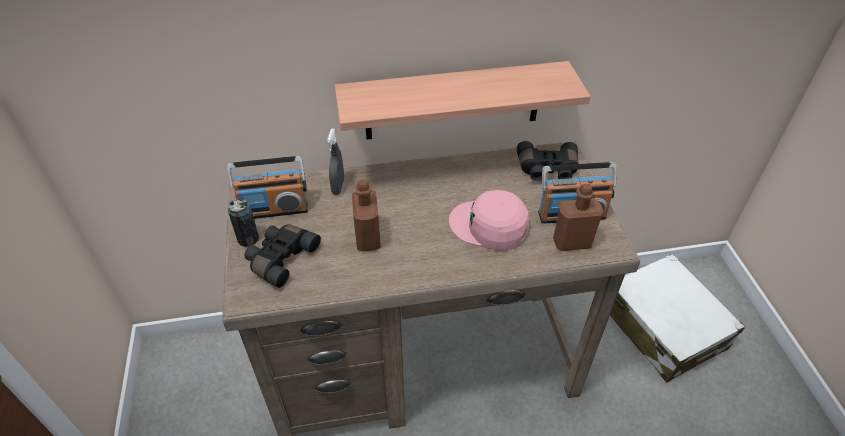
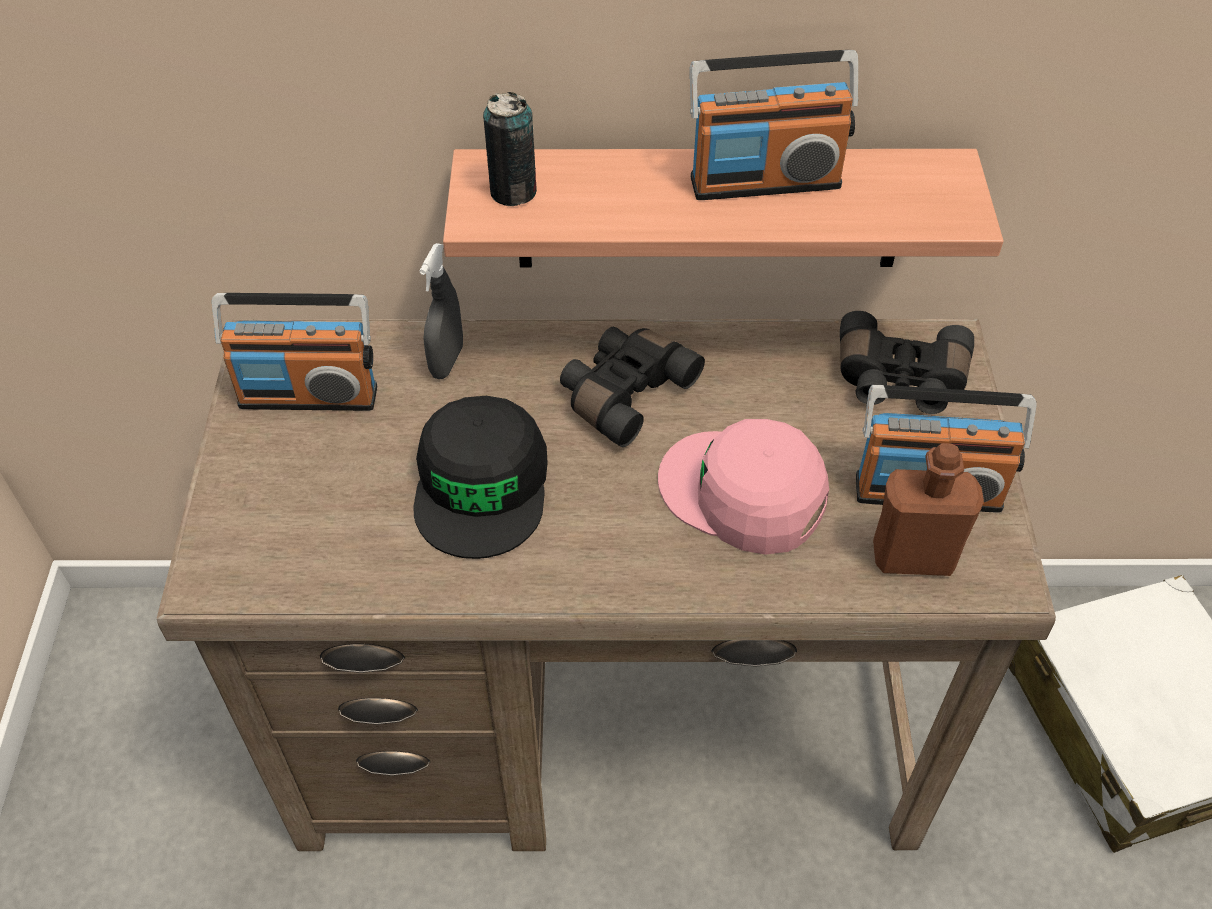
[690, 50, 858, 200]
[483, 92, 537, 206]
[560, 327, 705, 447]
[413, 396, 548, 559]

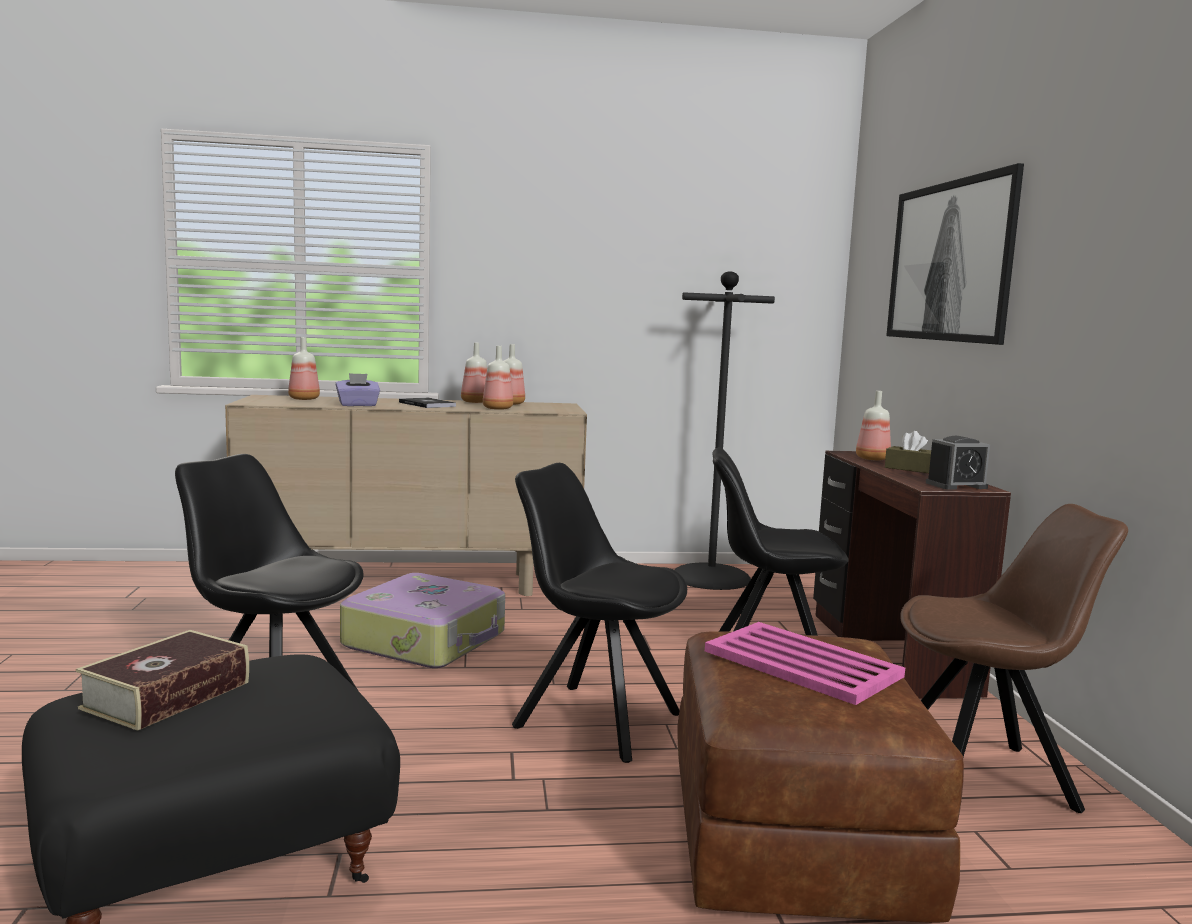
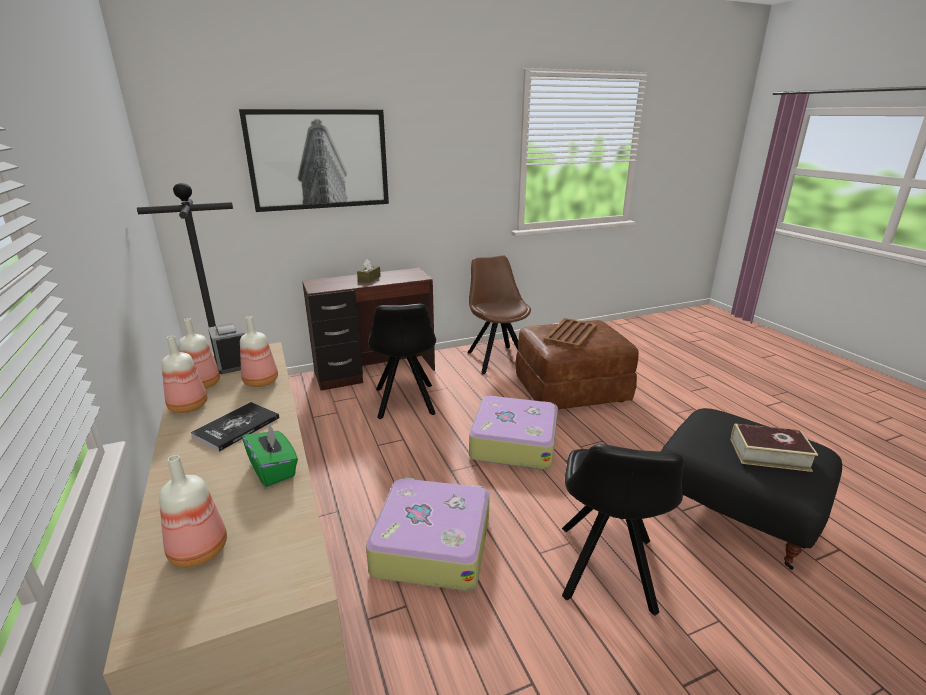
[856, 391, 891, 461] (first image)
[208, 322, 245, 374]
[469, 396, 558, 470]
[242, 424, 298, 487]
[544, 318, 597, 349]

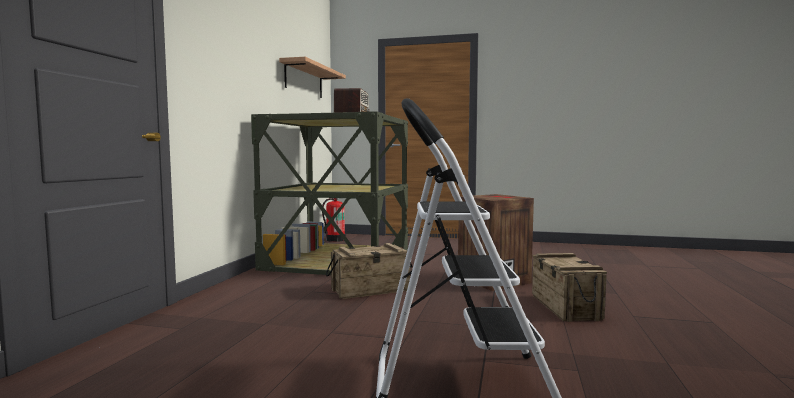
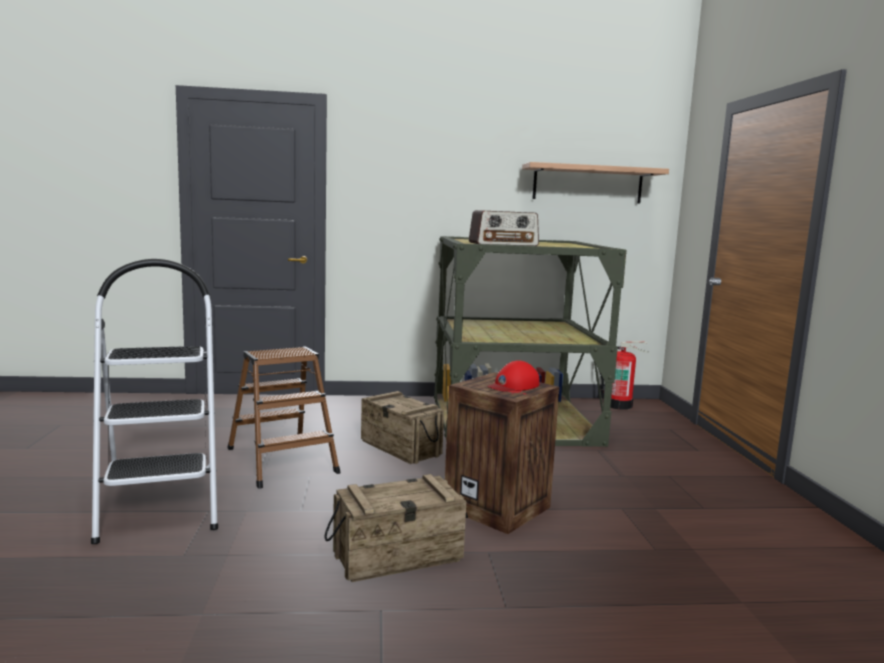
[227, 346, 341, 489]
[487, 360, 540, 392]

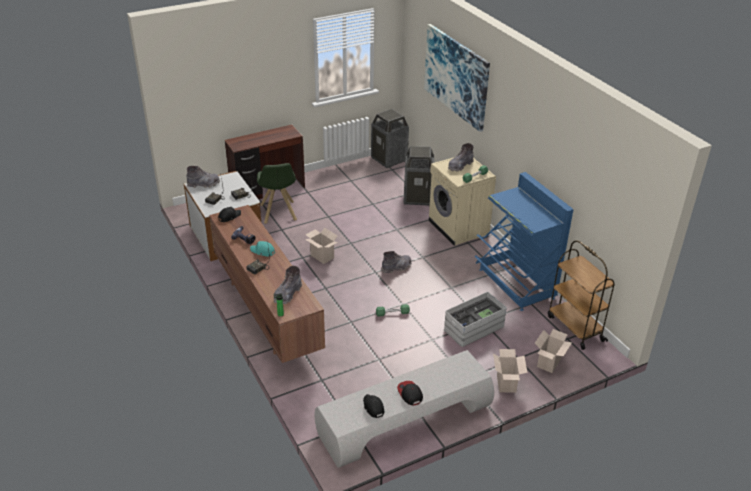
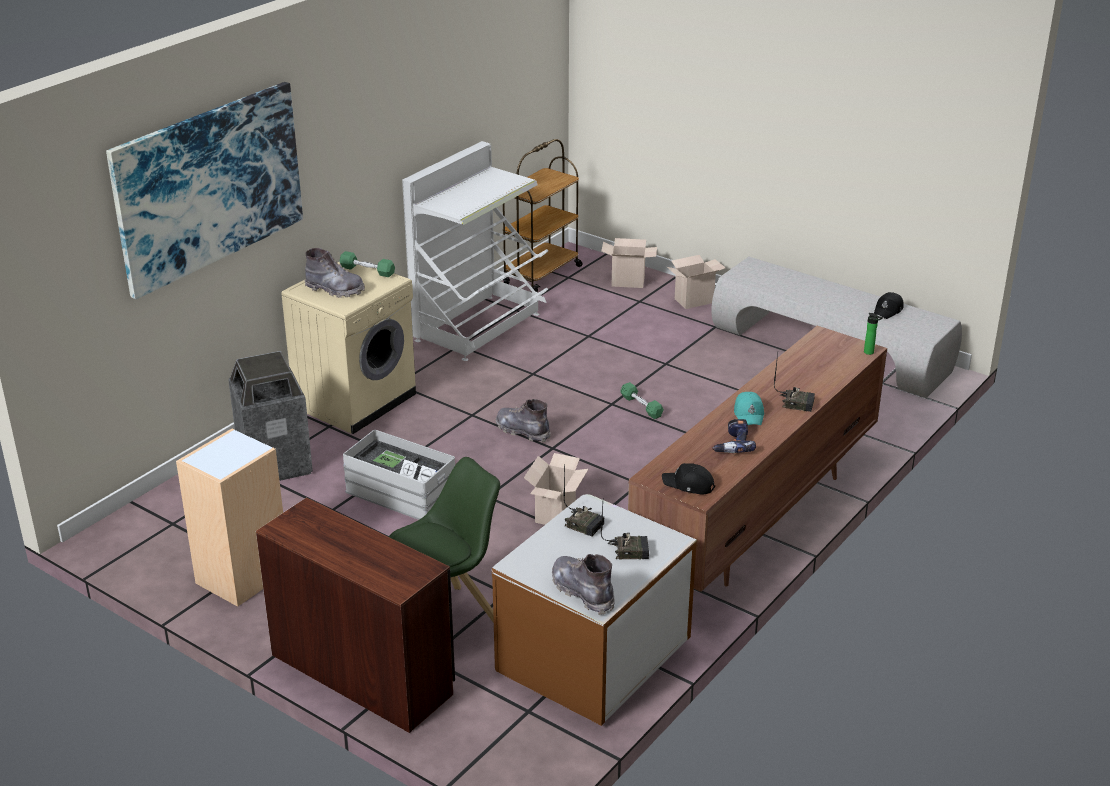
[274, 266, 302, 304] (first image)
[371, 109, 409, 168] (first image)
[397, 381, 423, 405] (first image)
[176, 429, 283, 607]
[343, 430, 455, 520]
[402, 141, 548, 361]

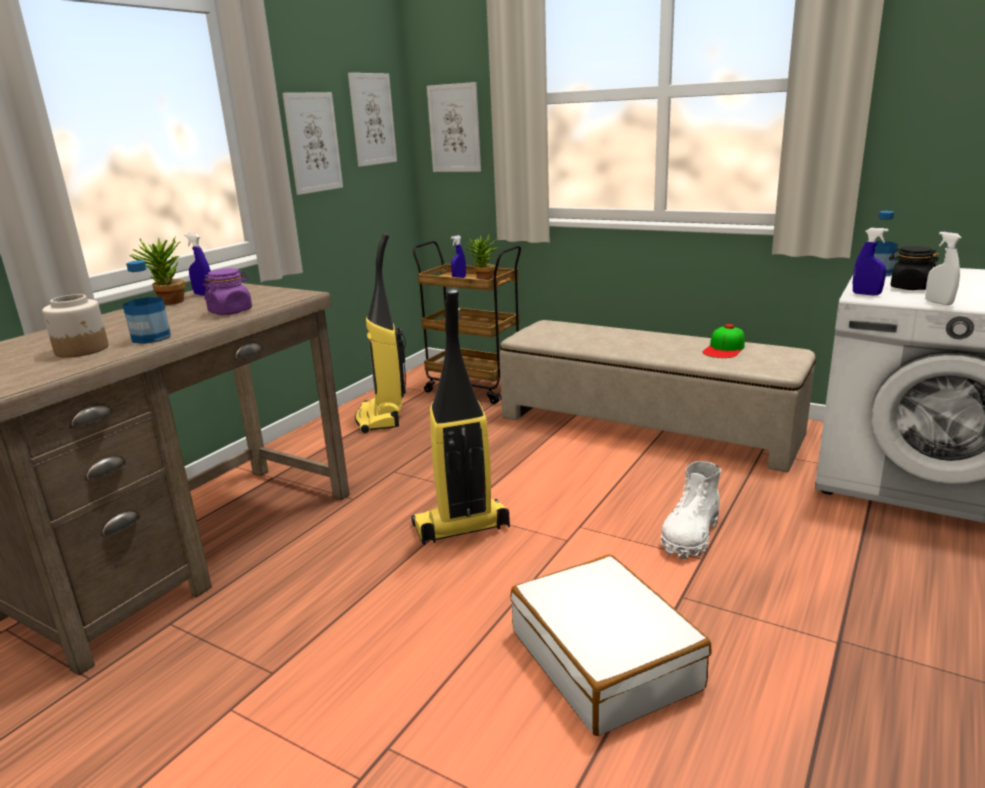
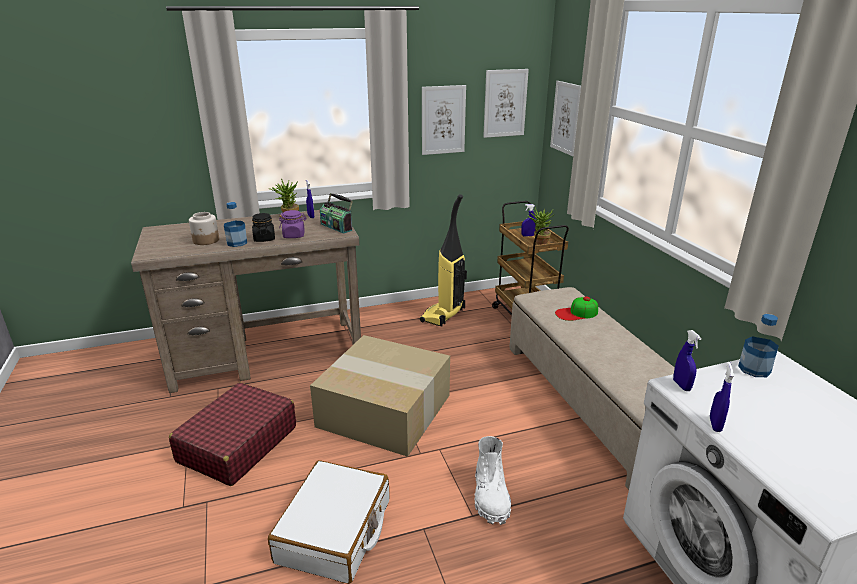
[169, 382, 296, 486]
[320, 193, 353, 234]
[555, 296, 598, 321]
[252, 213, 275, 242]
[310, 335, 450, 457]
[710, 362, 734, 432]
[474, 436, 511, 525]

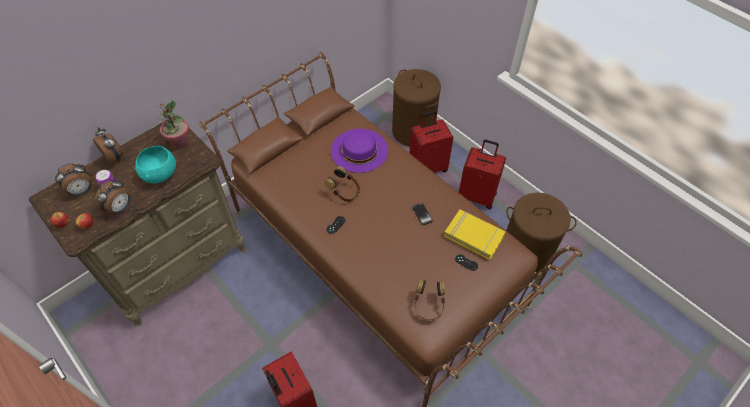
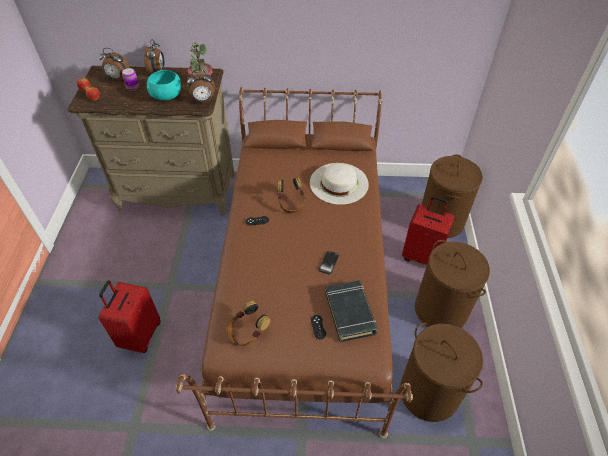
[187, 70, 215, 103]
[415, 240, 490, 328]
[310, 163, 369, 205]
[325, 280, 378, 342]

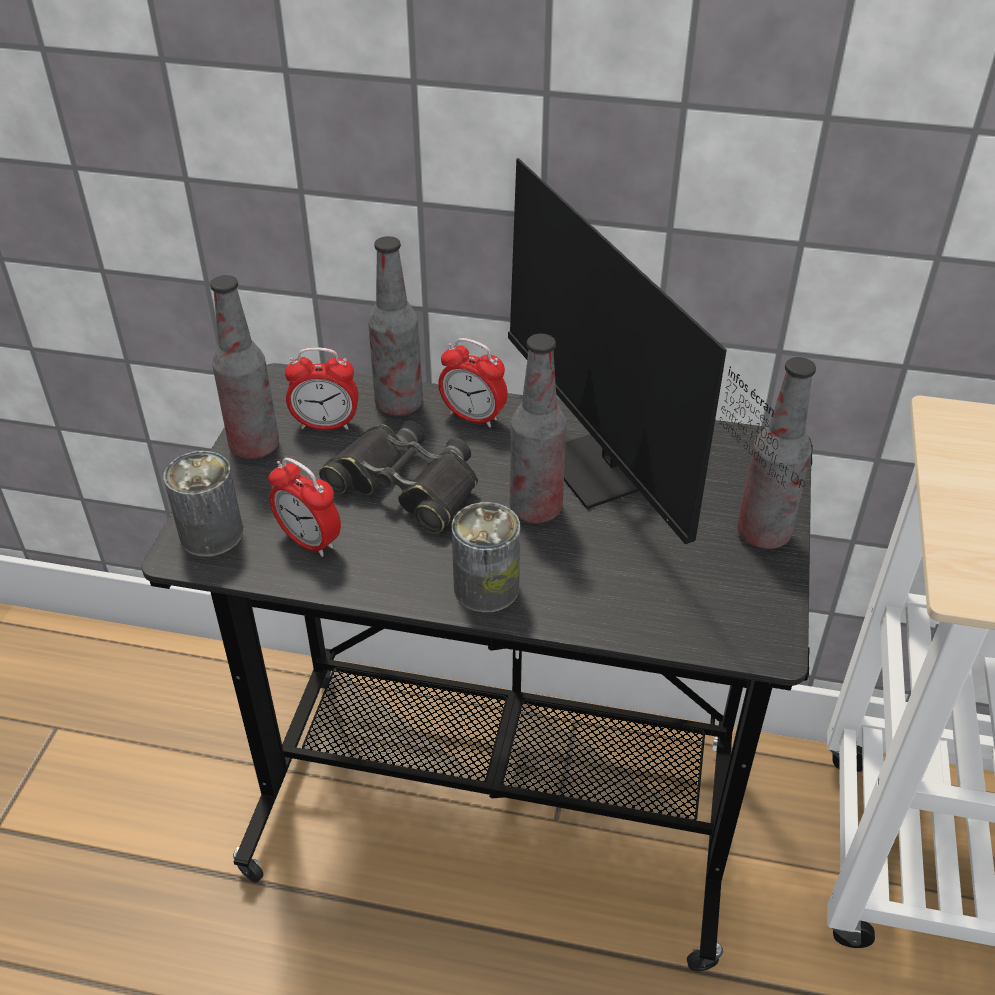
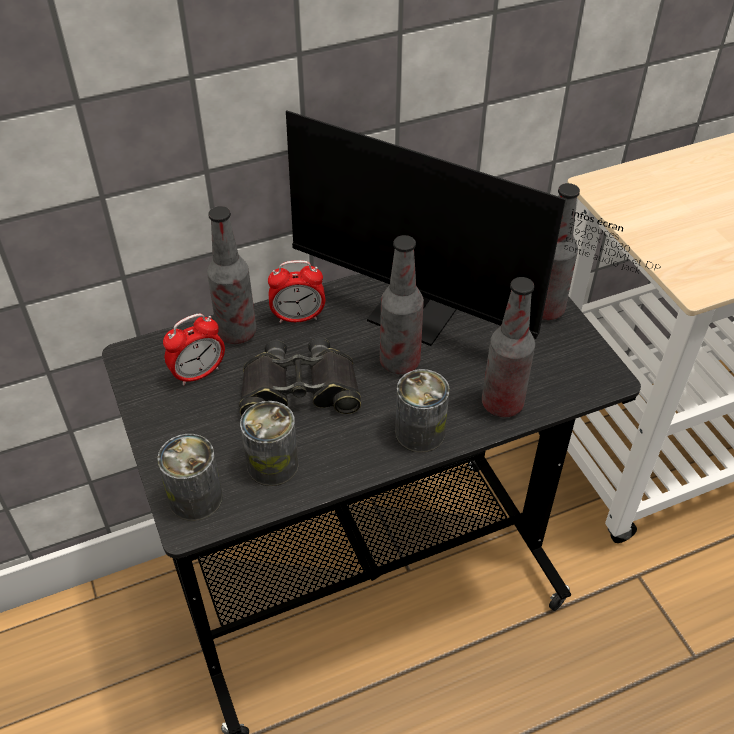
[482, 277, 535, 417]
[240, 401, 299, 486]

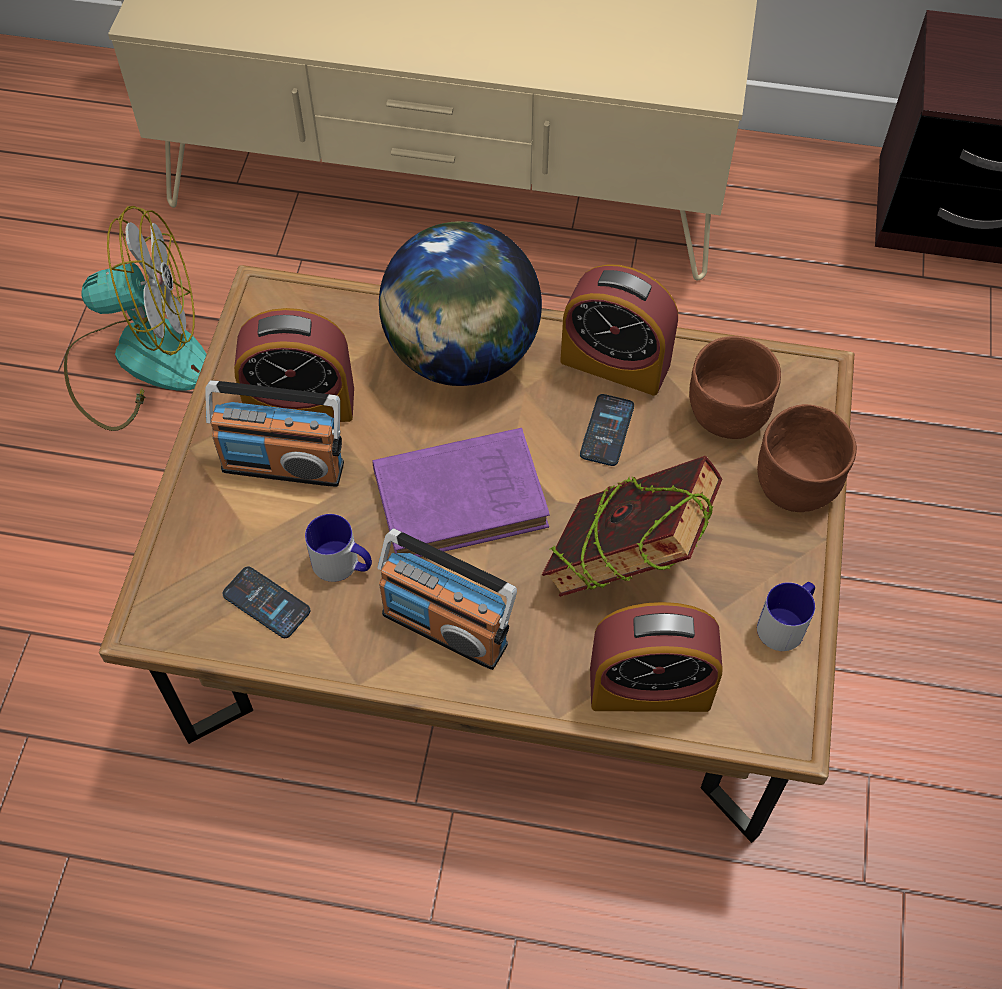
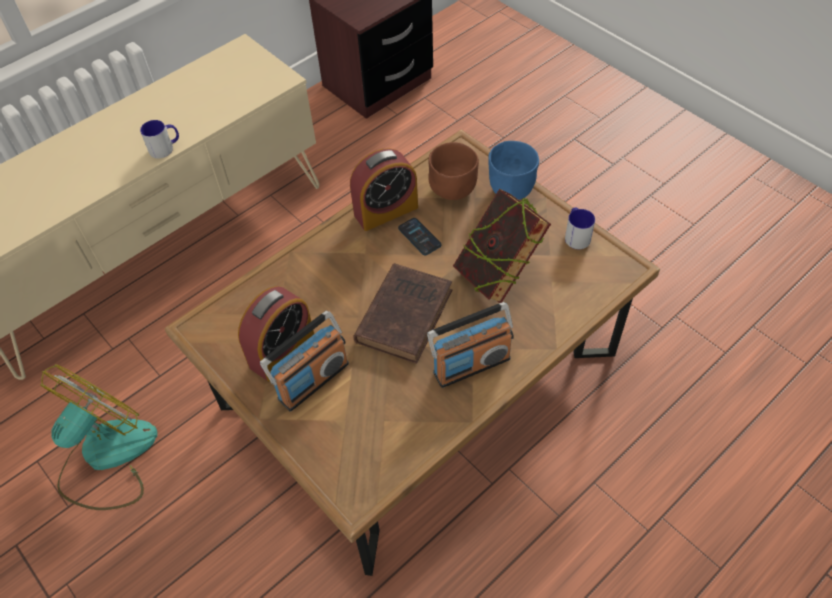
[222, 566, 311, 638] (first image)
[379, 221, 542, 386] (first image)
[590, 602, 722, 712] (first image)
[140, 120, 179, 158]
[353, 263, 452, 364]
[488, 141, 539, 200]

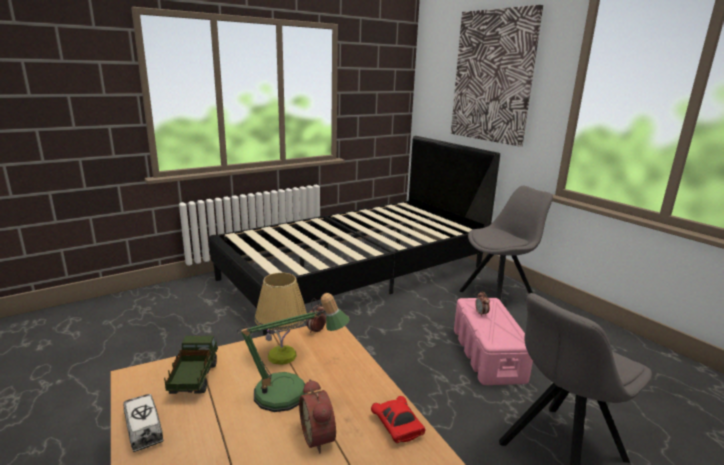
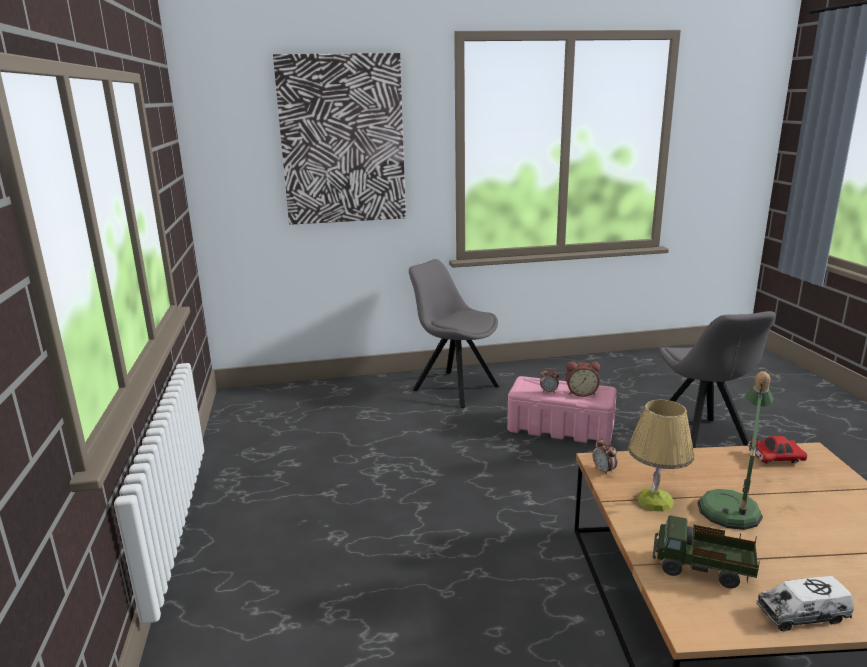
[209, 136, 500, 335] (first image)
[565, 361, 600, 397]
[409, 259, 499, 408]

